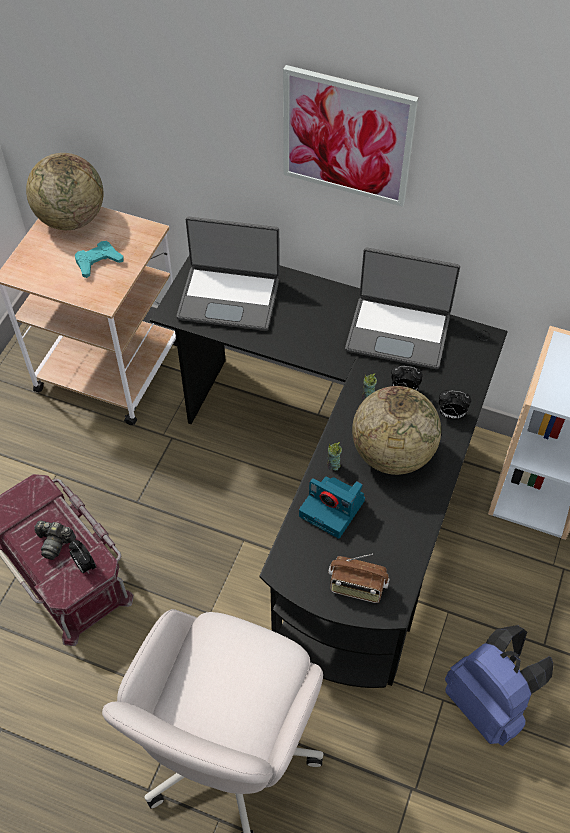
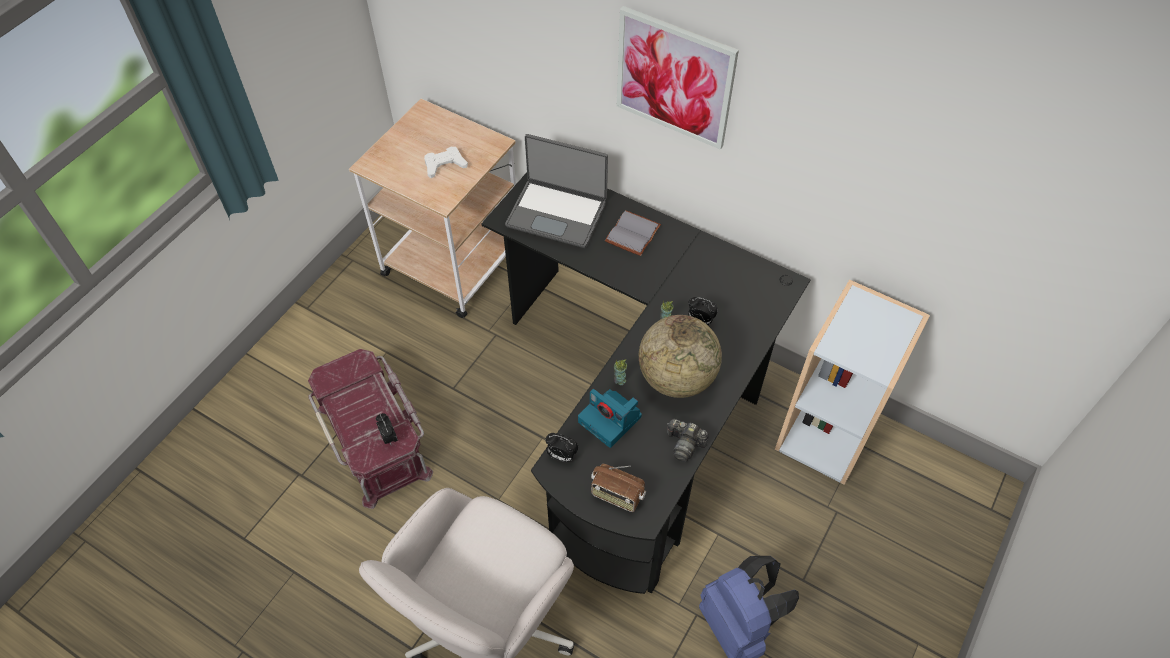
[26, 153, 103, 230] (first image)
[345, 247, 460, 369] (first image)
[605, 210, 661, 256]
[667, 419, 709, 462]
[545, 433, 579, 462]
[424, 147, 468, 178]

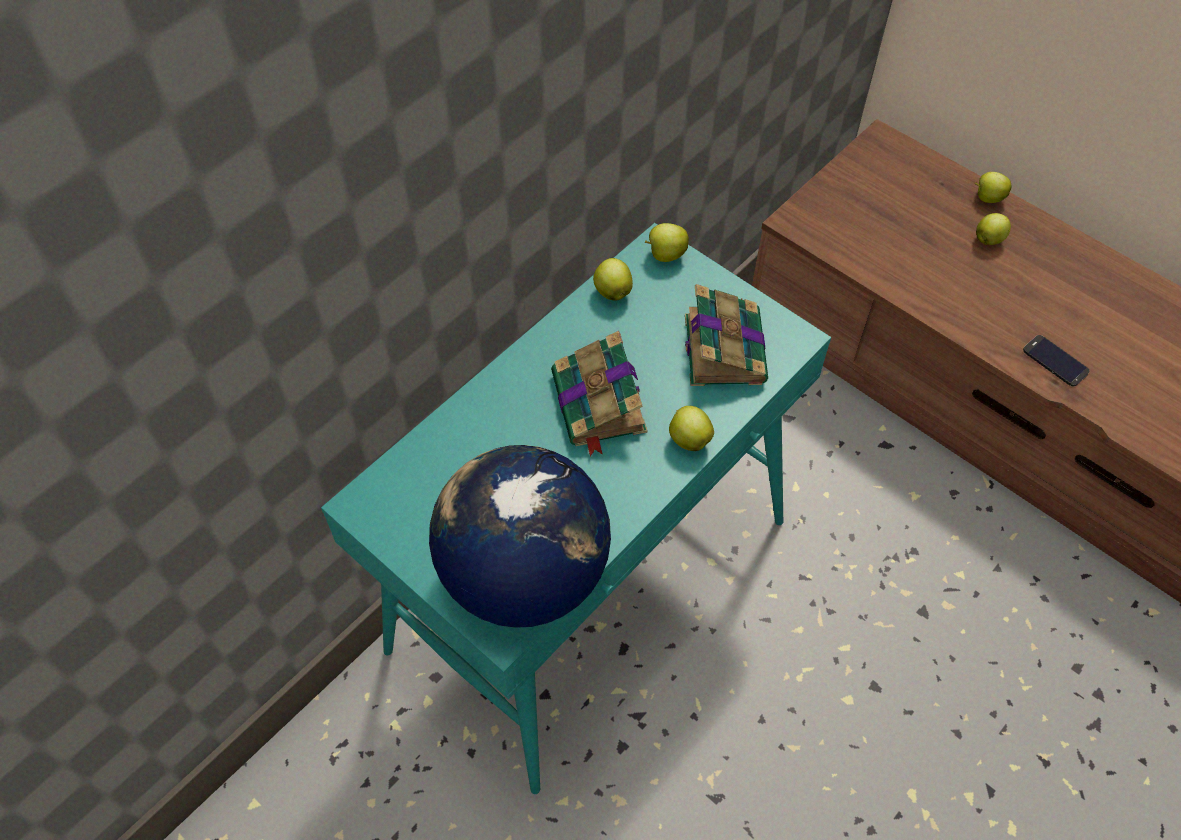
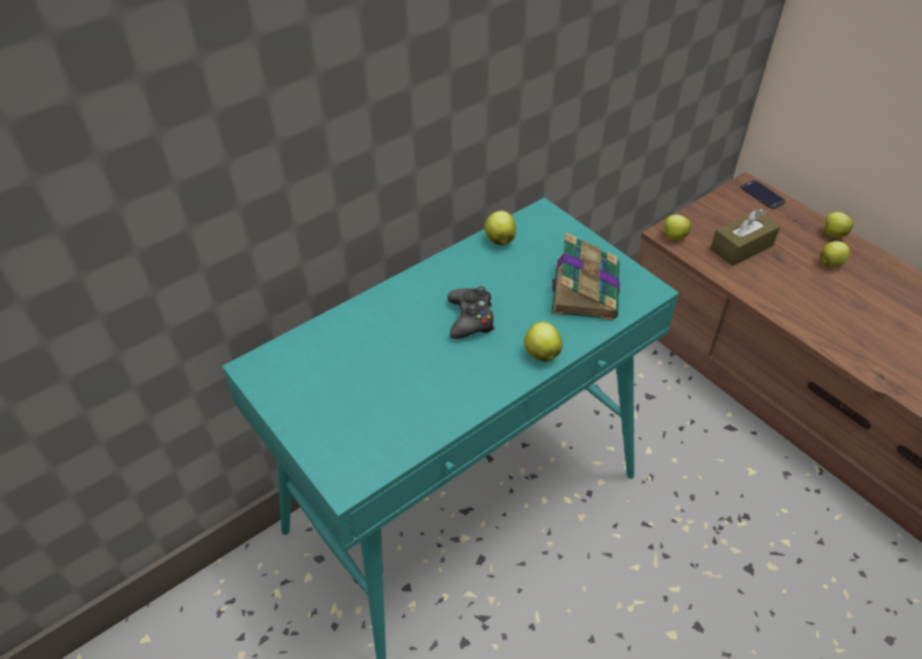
[429, 445, 611, 628] (first image)
[710, 208, 780, 266]
[661, 215, 691, 240]
[741, 180, 786, 209]
[447, 286, 495, 339]

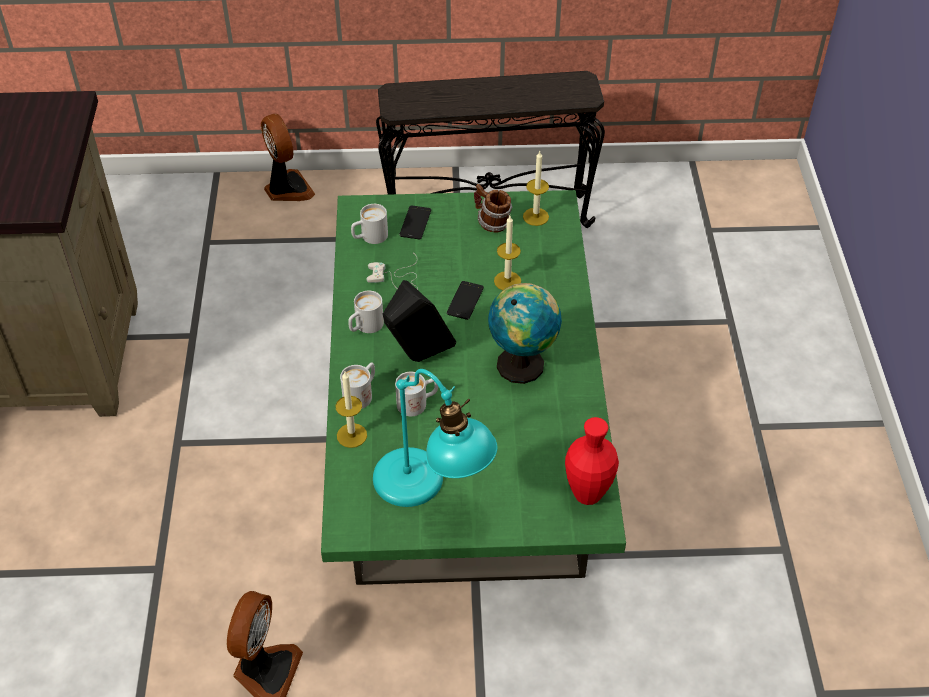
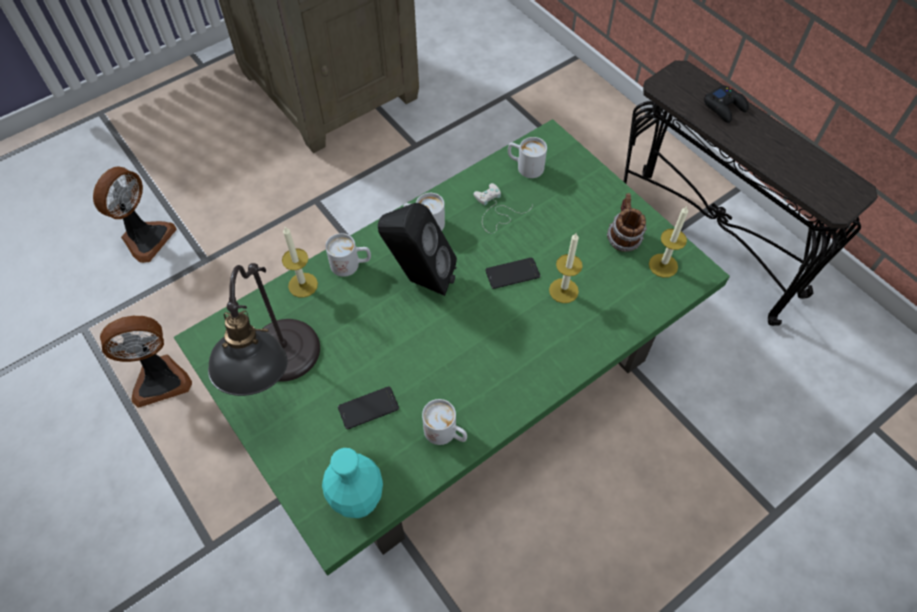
[488, 283, 562, 384] (first image)
[704, 85, 749, 123]
[93, 167, 177, 263]
[422, 399, 467, 445]
[338, 386, 399, 429]
[208, 263, 320, 396]
[322, 448, 383, 518]

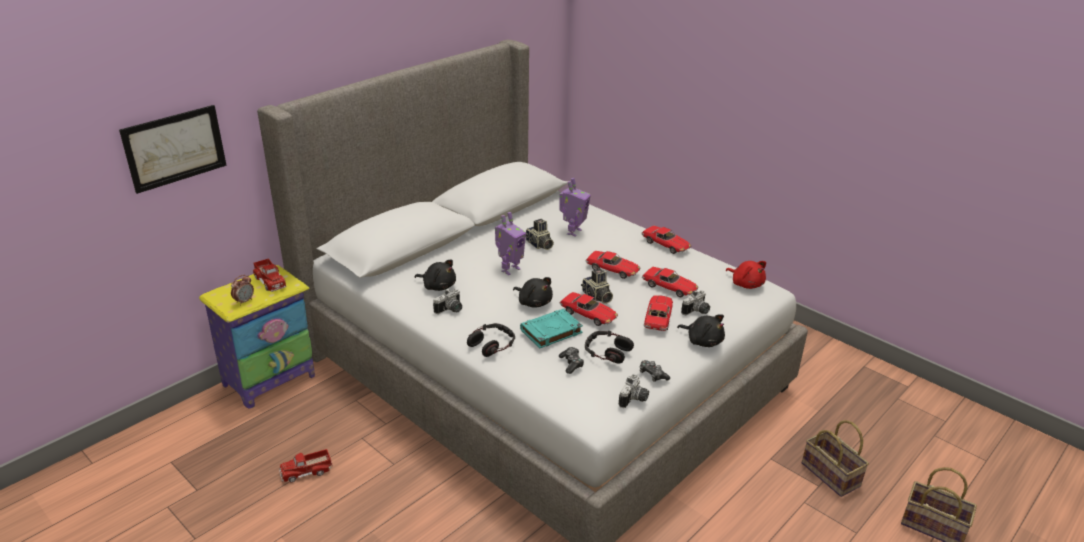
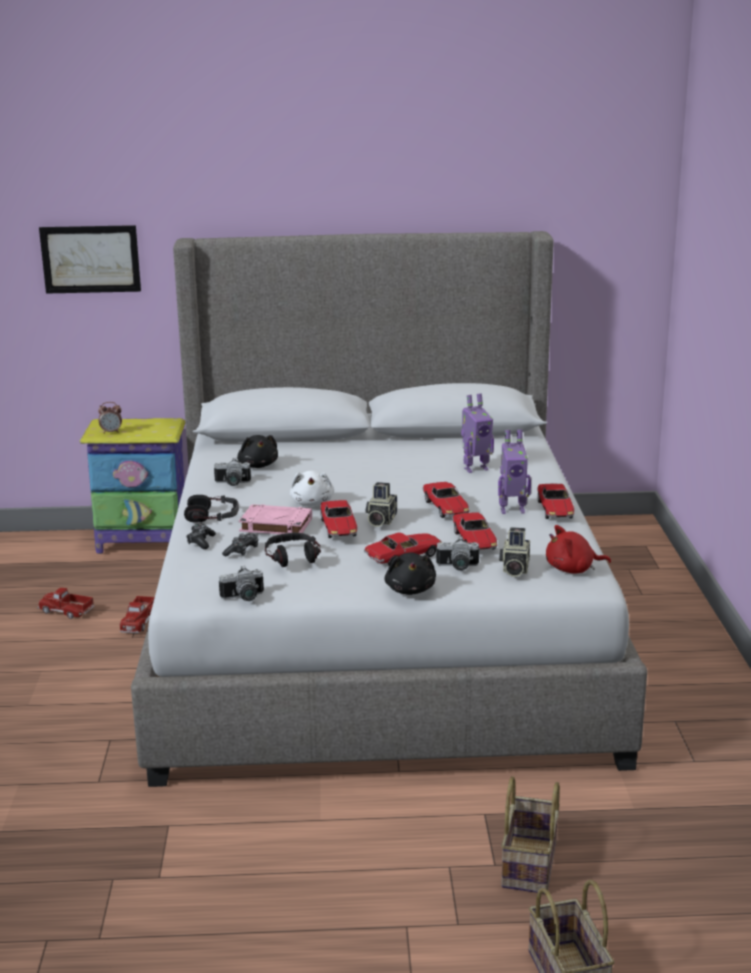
[120, 596, 155, 633]
[498, 430, 531, 514]
[499, 527, 530, 577]
[186, 524, 216, 549]
[290, 471, 334, 507]
[239, 504, 312, 534]
[546, 525, 611, 574]

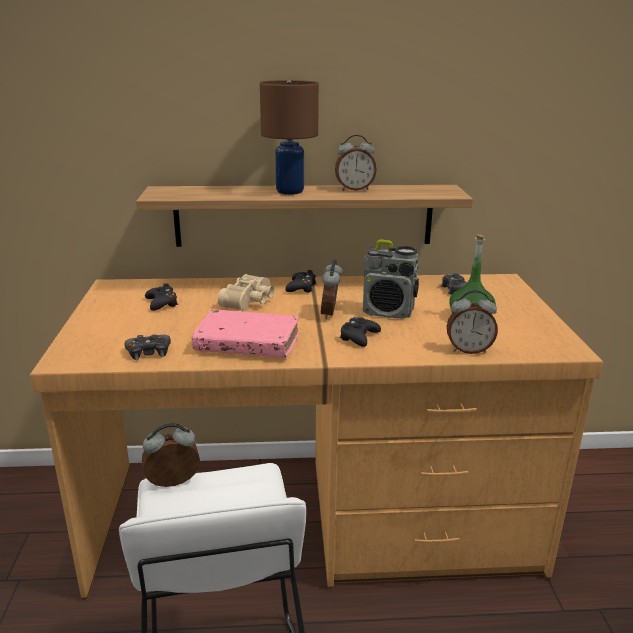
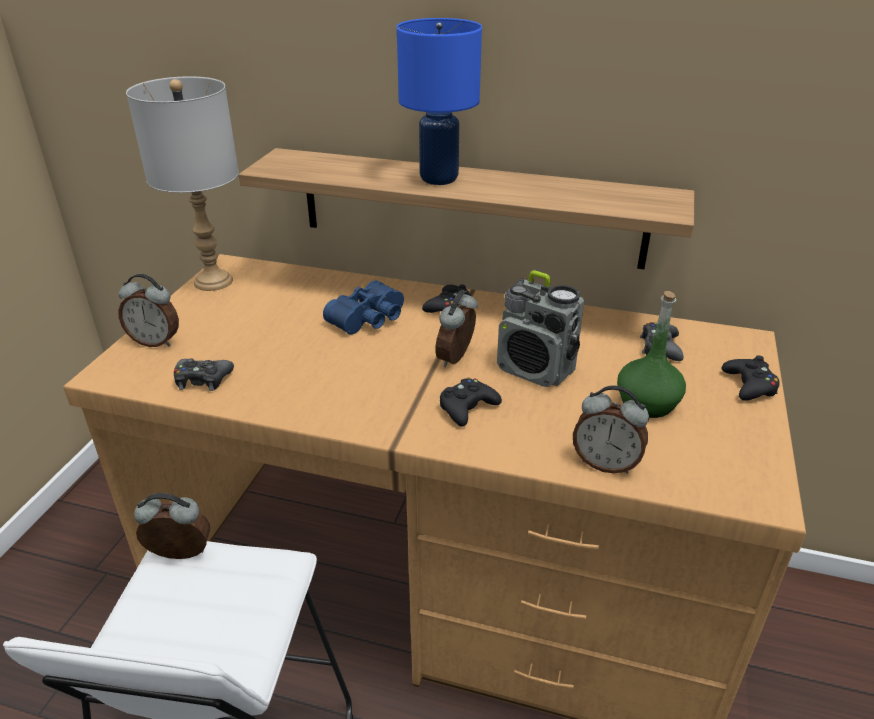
[192, 309, 299, 357] (first image)
[126, 76, 239, 291]
[721, 355, 780, 401]
[118, 274, 179, 347]
[323, 280, 404, 334]
[397, 18, 482, 185]

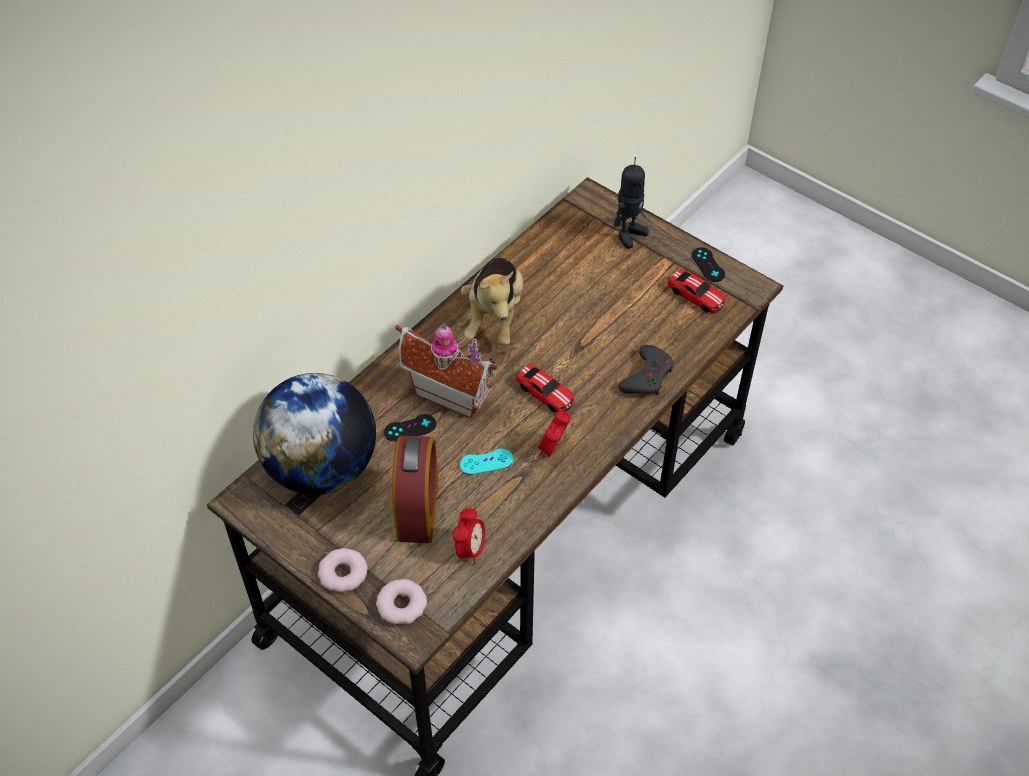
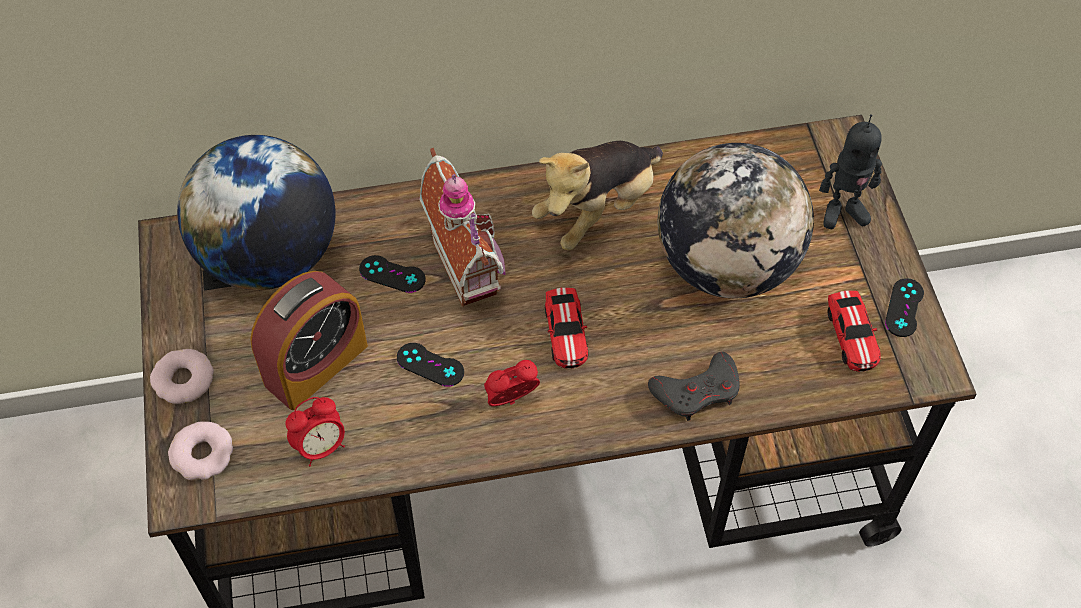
[658, 143, 814, 298]
[397, 343, 464, 387]

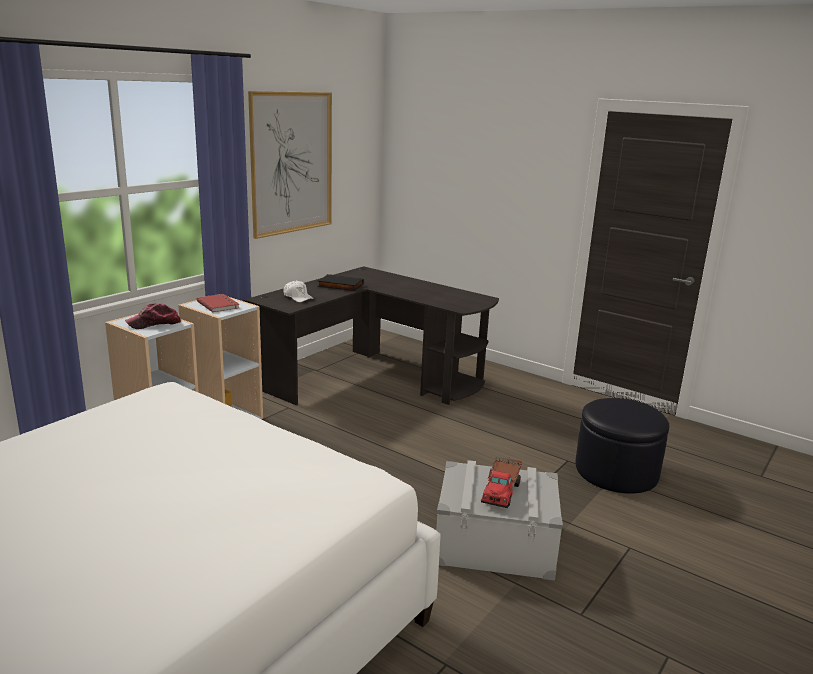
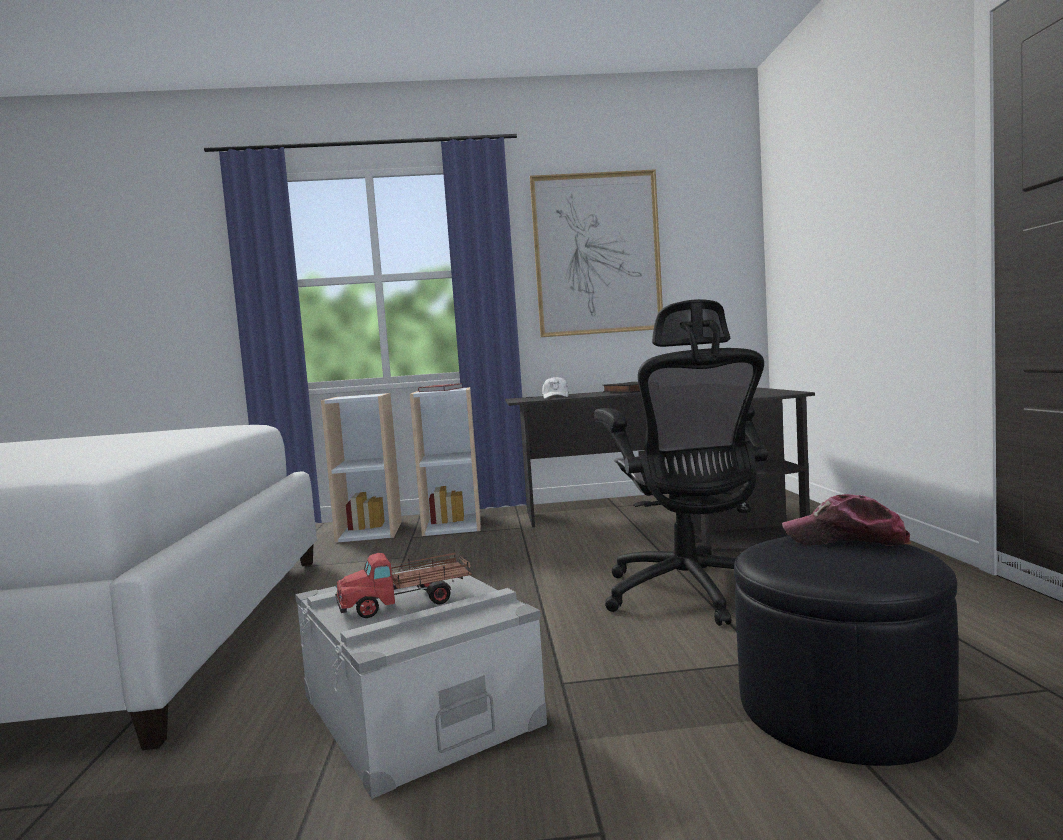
[594, 299, 768, 626]
[782, 494, 911, 546]

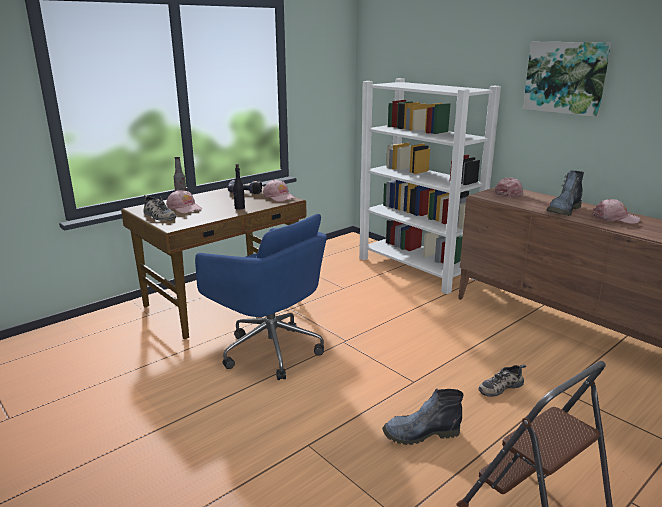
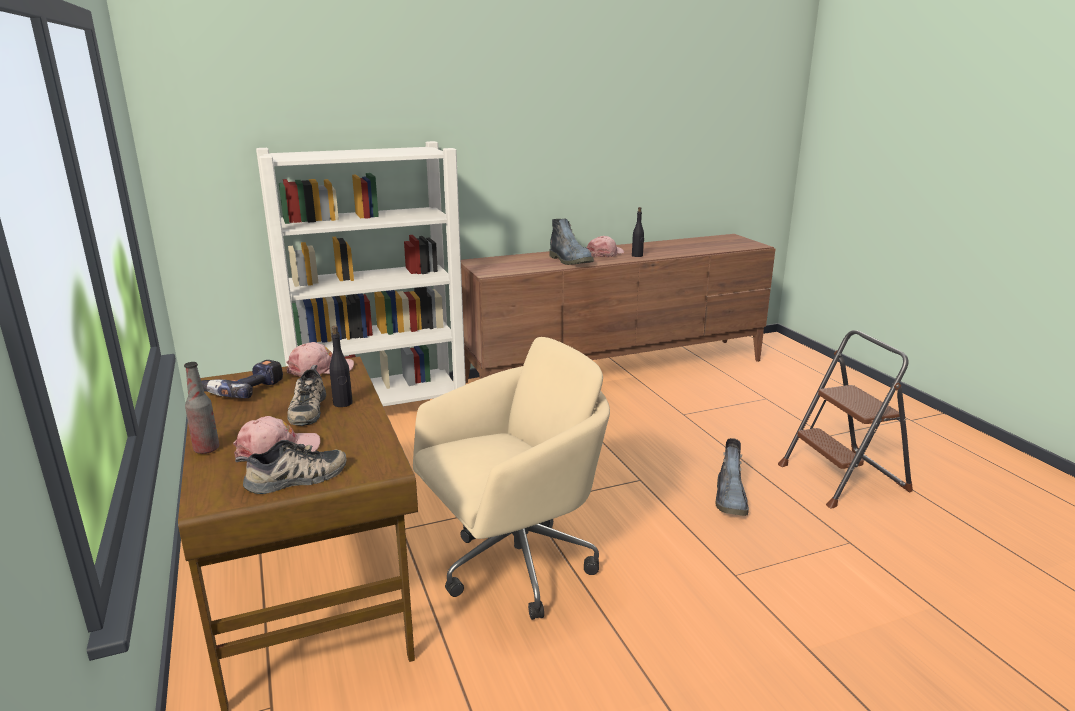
[495, 177, 524, 197] (first image)
[523, 42, 611, 117] (first image)
[632, 207, 644, 257]
[287, 365, 326, 426]
[413, 337, 610, 620]

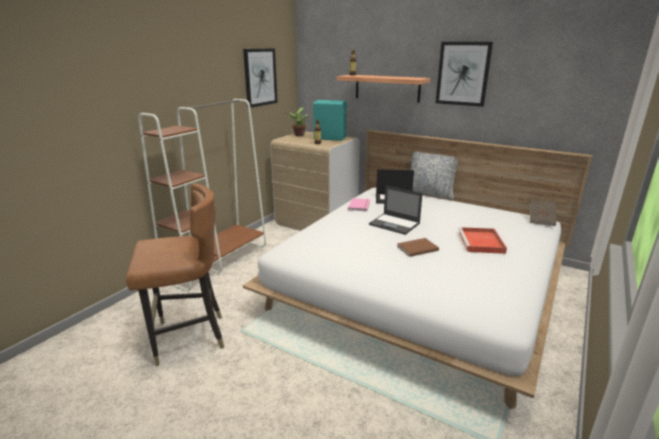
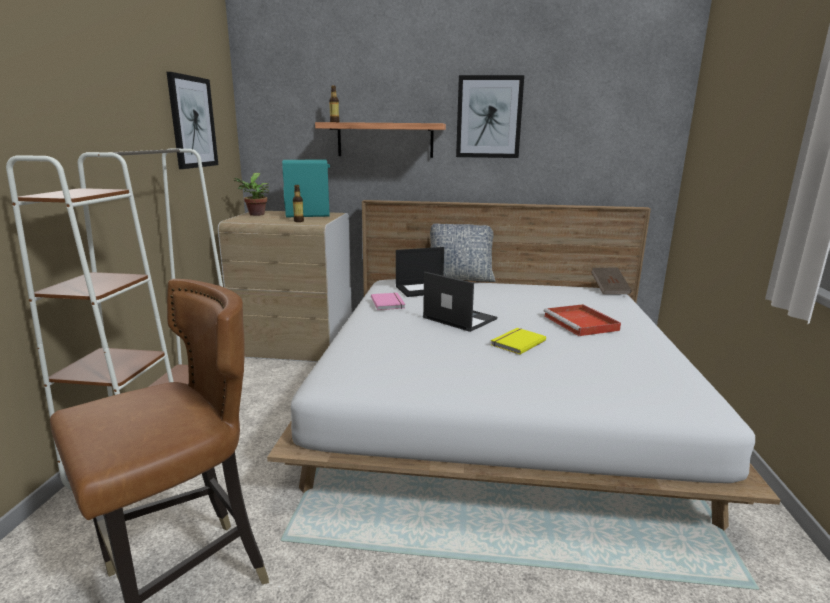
[491, 328, 546, 355]
[423, 272, 497, 332]

